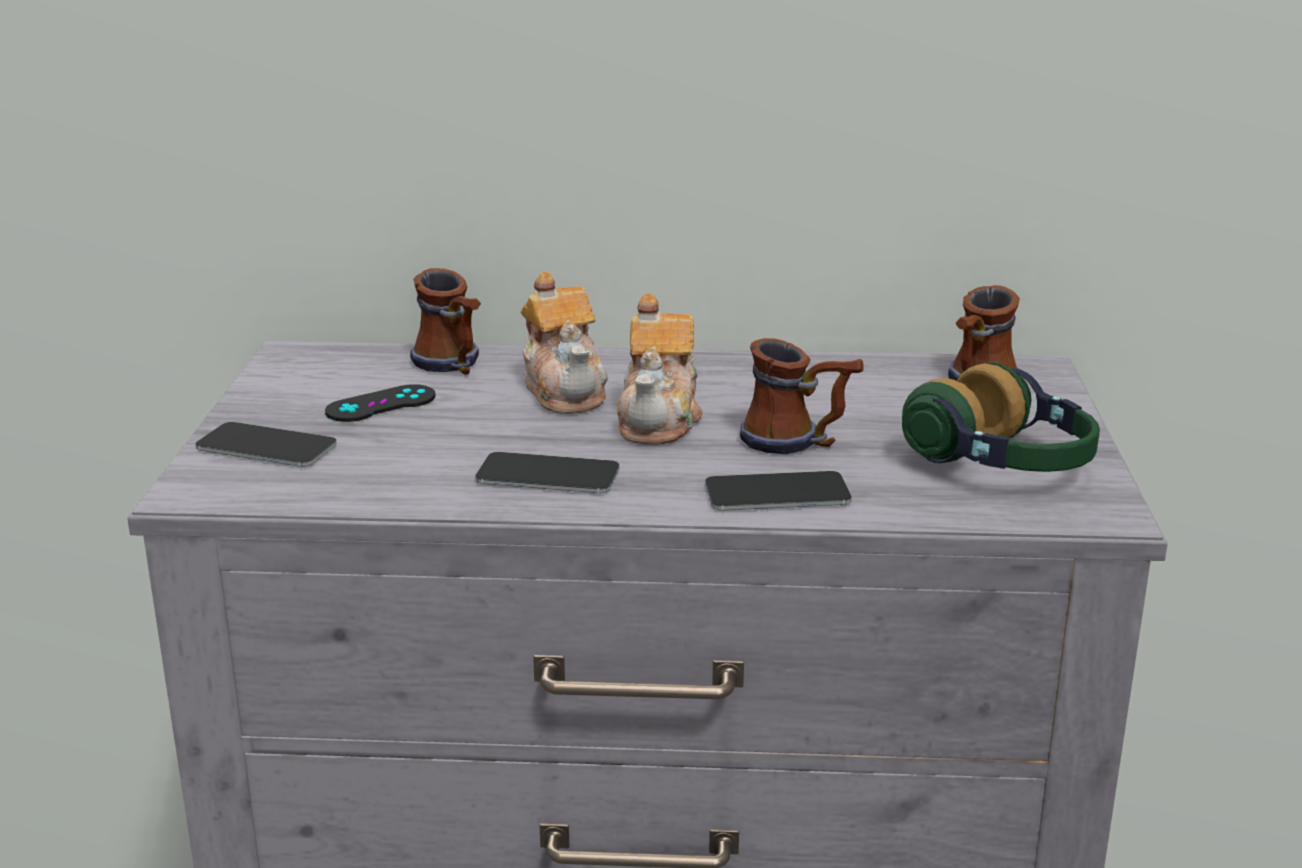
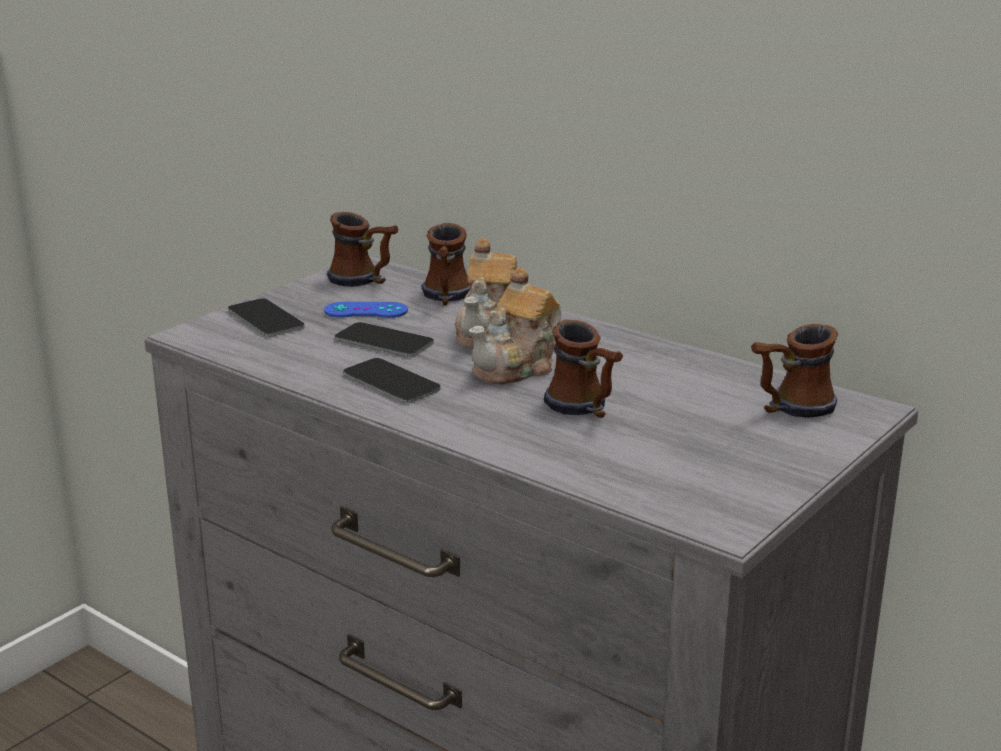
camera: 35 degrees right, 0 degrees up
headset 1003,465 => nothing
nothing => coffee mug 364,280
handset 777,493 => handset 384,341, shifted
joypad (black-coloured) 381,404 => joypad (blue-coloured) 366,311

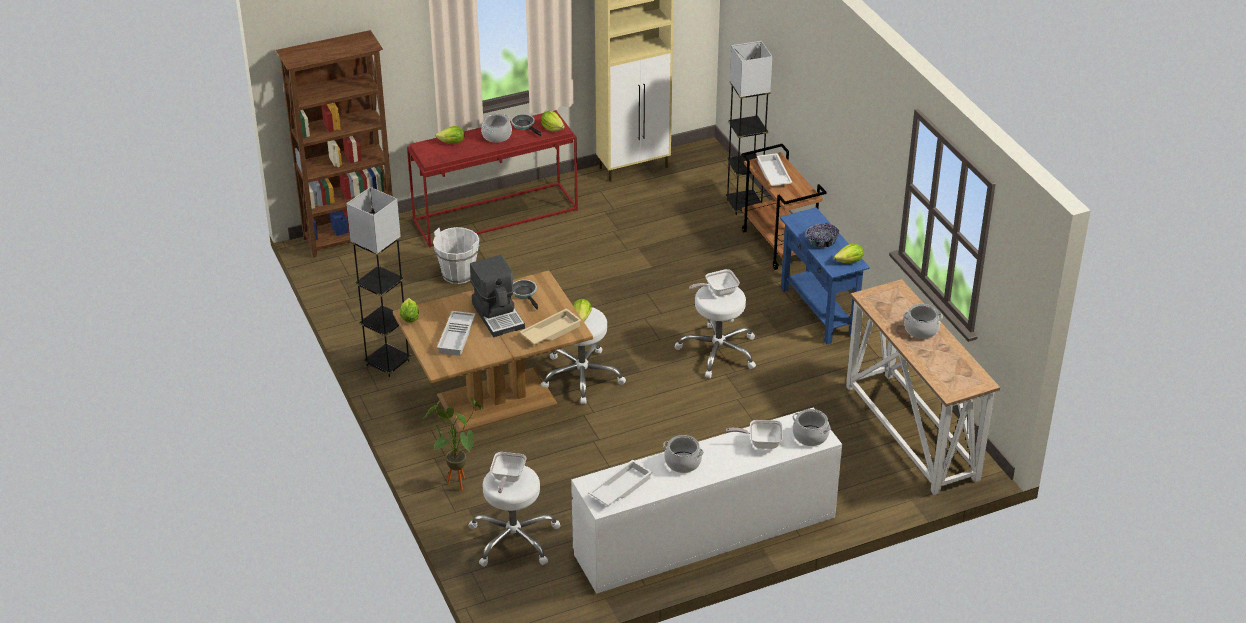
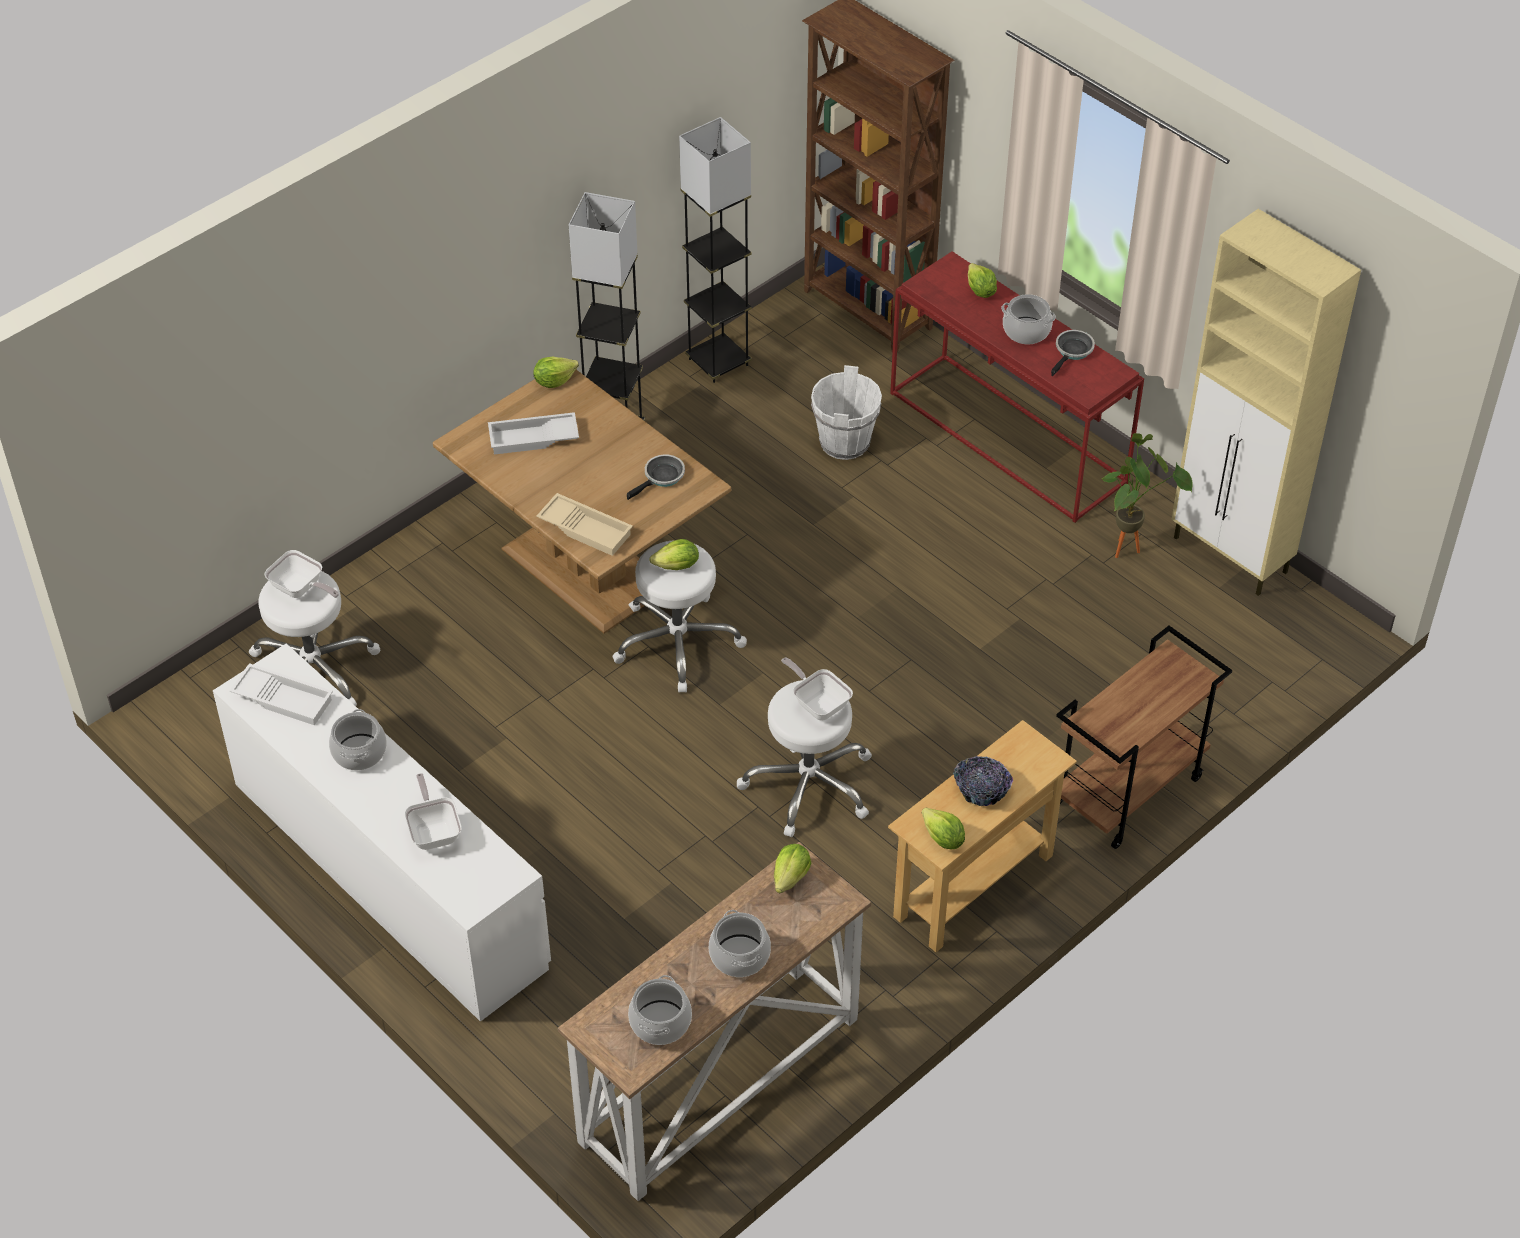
camera: 70 degrees right, 10 degrees up
coffee machine 498,315 => nothing
serving tray (white-coloured) 772,174 => nothing
houseplant 457,480 => houseplant 1130,547, shifted
head of lettuce 552,128 => head of lettuce 791,877, shifted
standard lamp (greyish) 744,205 => standard lamp (greyish) 718,362, shifted
saucepot 810,436 => saucepot 661,1022, shifted
hall table (blue-coloured) 818,312 => hall table (beige-coloured) 973,886
frying pan 507,479 => frying pan 301,589, 135 degrees counterclockwise

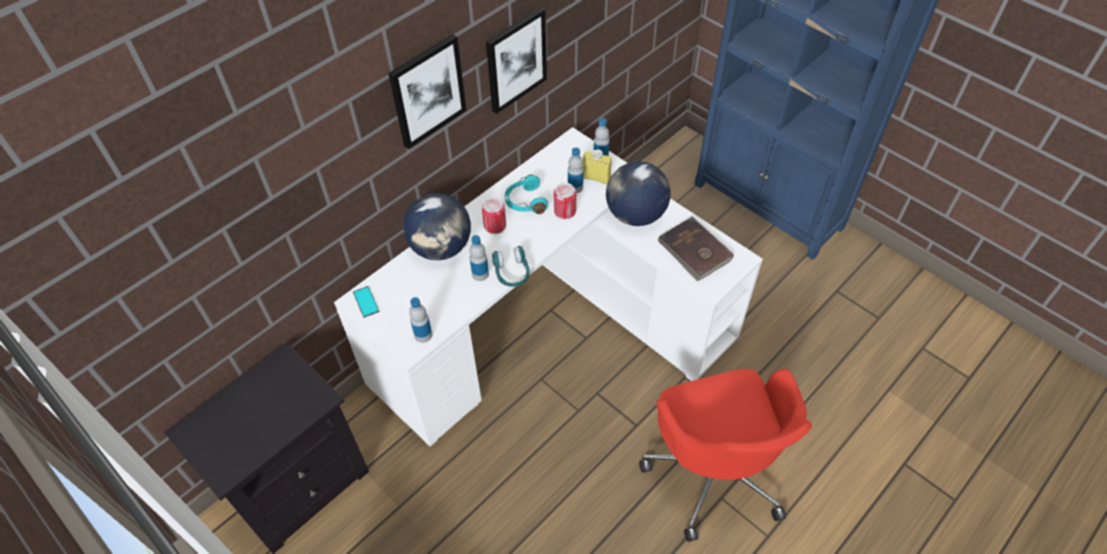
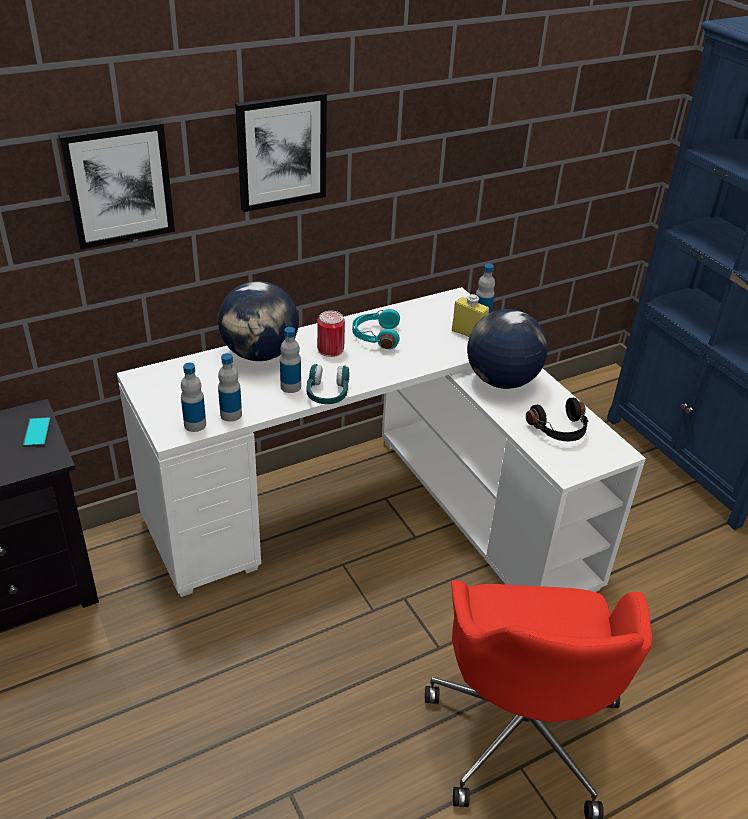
camera: 15 degrees right, 15 degrees down
sealed can 565,211 => nothing
handset 366,302 => handset 37,432, shifted
wall picture 515,60 => wall picture 118,184, shifted
drink bottle 575,187 => drink bottle 231,414, shifted
volume (brown-coloured) 694,251 => headset (black-coloured) 560,430

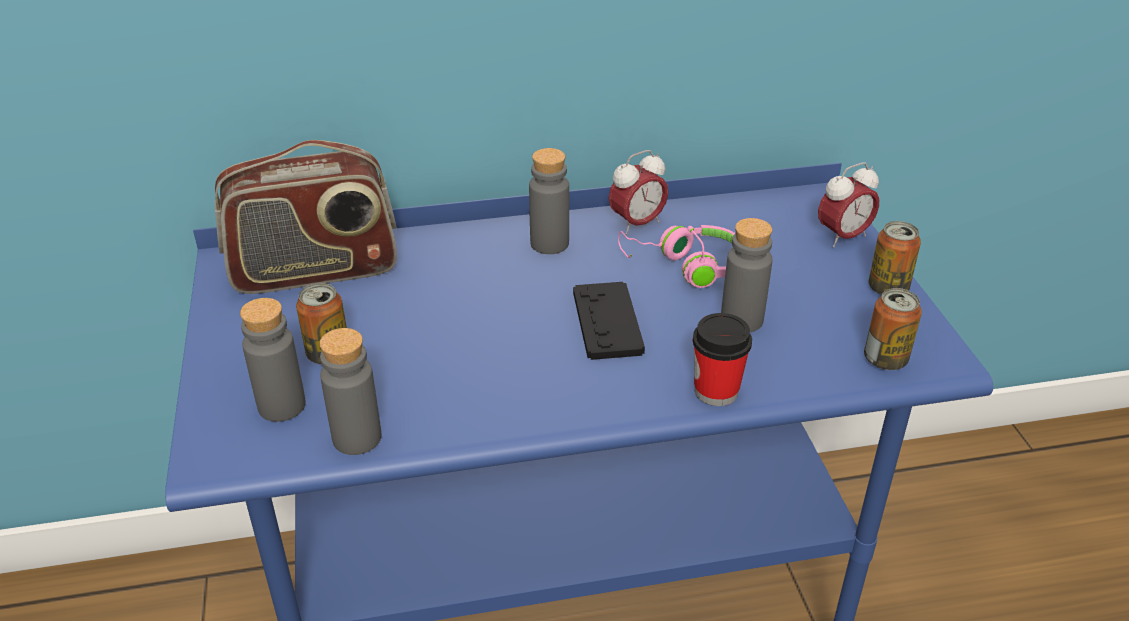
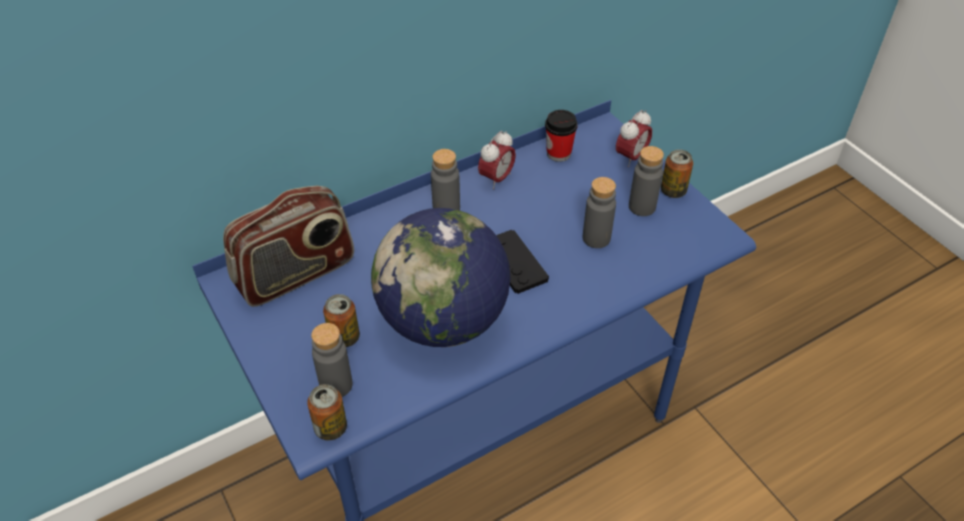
camera: 20 degrees left, 10 degrees up
headset (pinkish) 687,266 => nothing
nothing => desk globe 443,321
drink bottle (greyish) 357,438 => drink bottle (greyish) 642,207, shifted
small cup 716,391 => small cup 558,153, shifted
sealed can 885,359 => sealed can 331,428, shifted

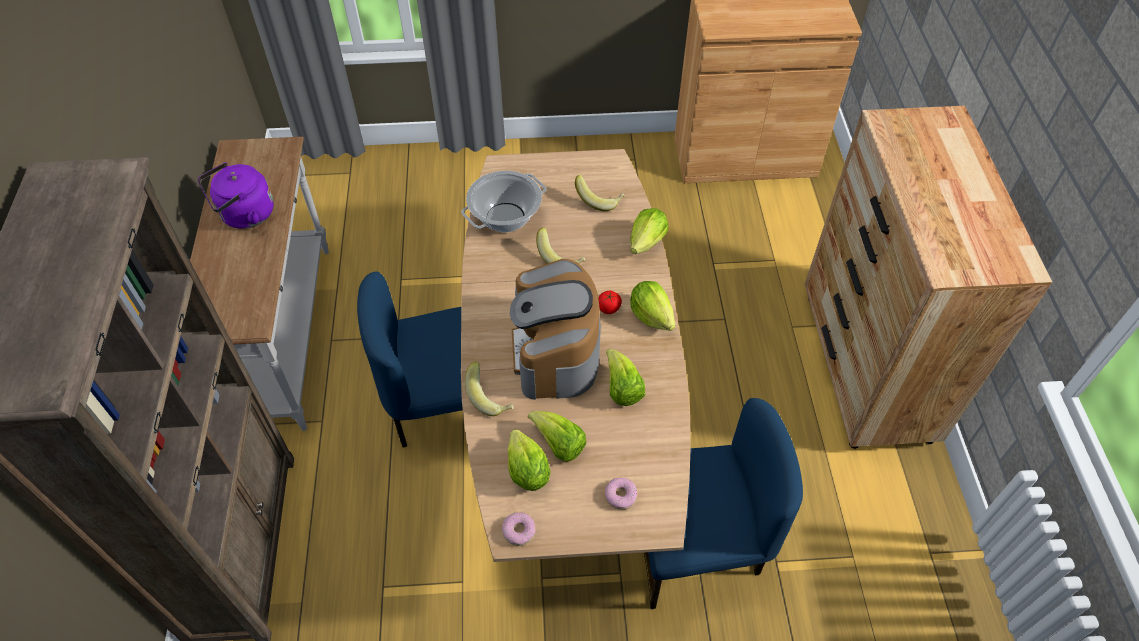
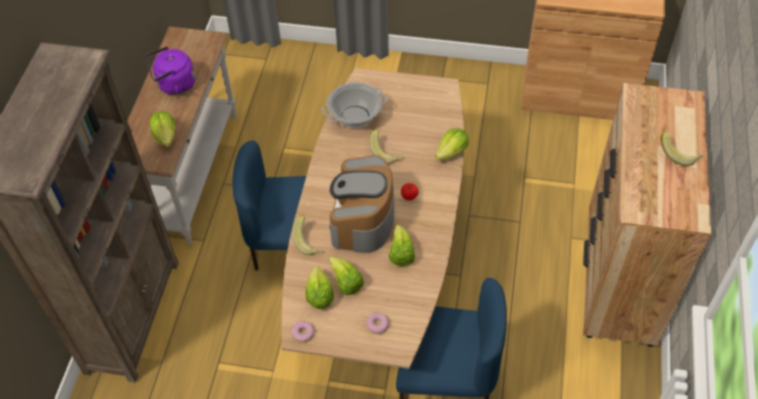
camera: 15 degrees right, 0 degrees up
banana fruit 599,200 => banana fruit 678,154, shifted
head of lettuce 651,315 => head of lettuce 165,136, shifted

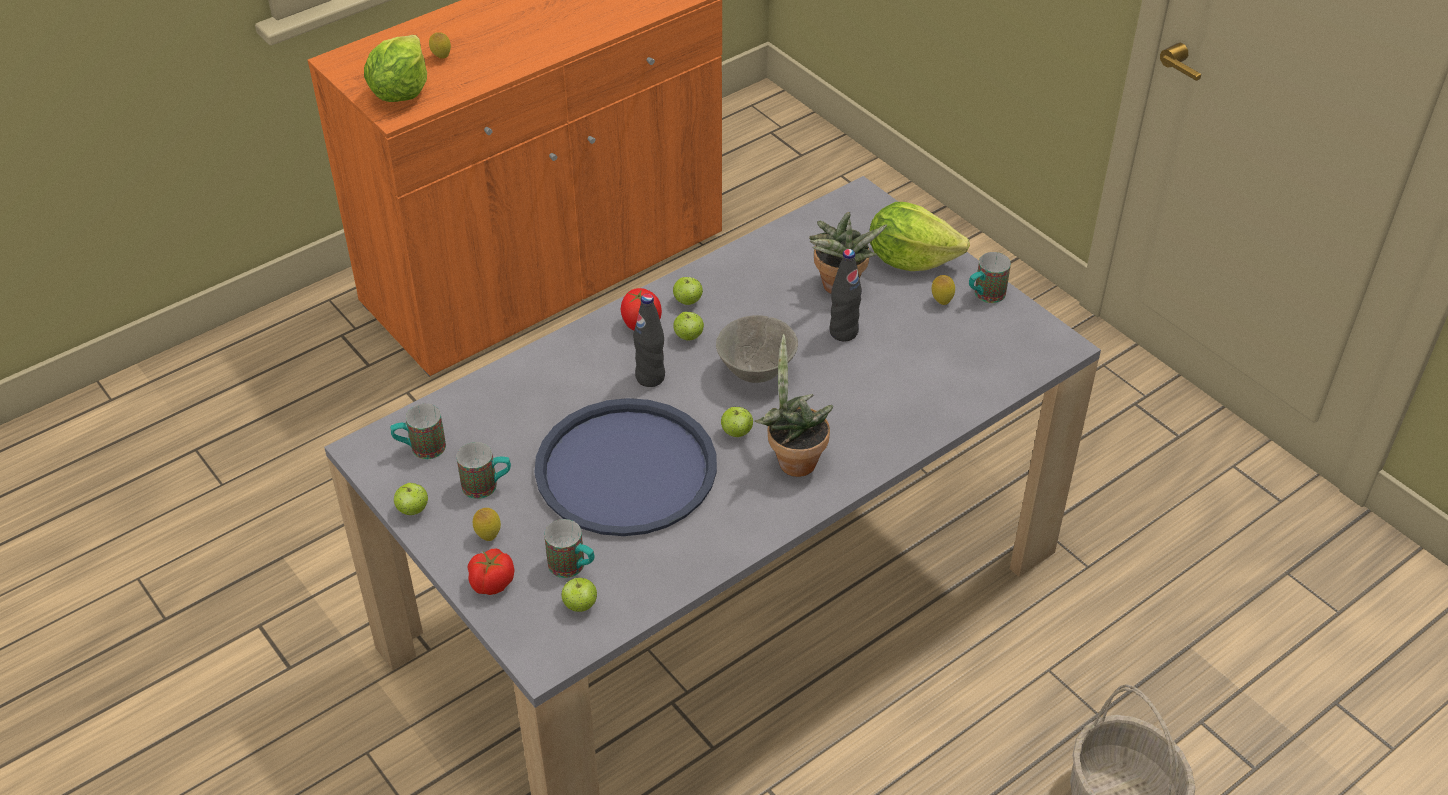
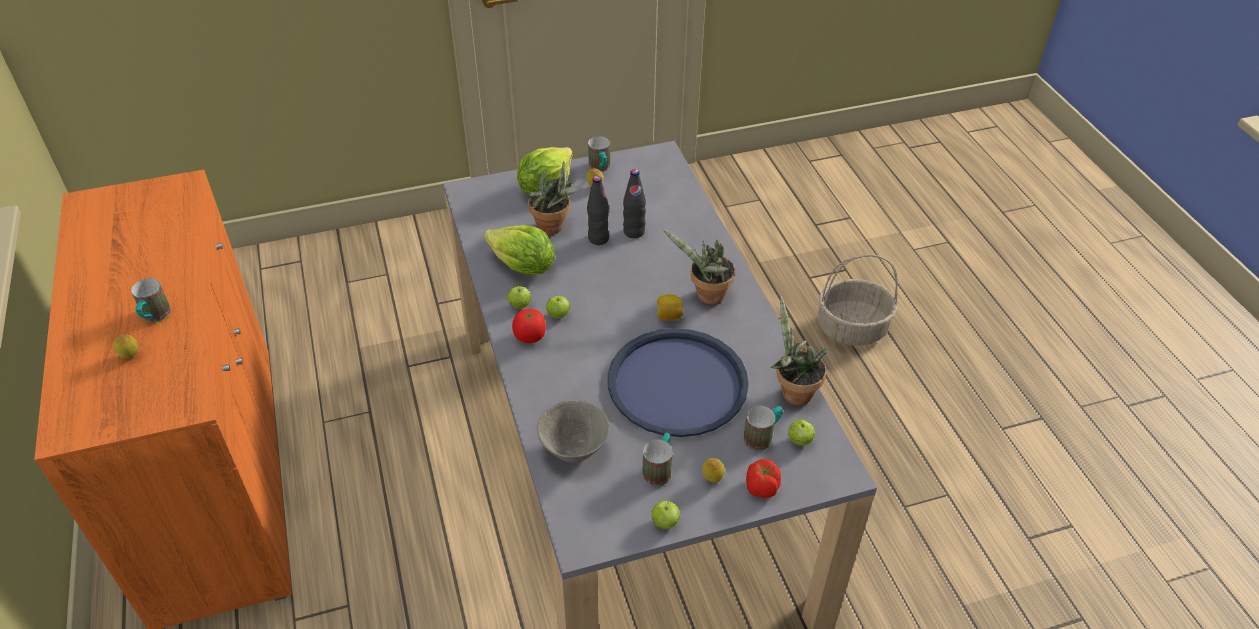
camera: 70 degrees left, 0 degrees up
nothing => houseplant 792,392
head of lettuce 400,91 => head of lettuce 523,267, shifted
coffee mug 420,449 => coffee mug 154,317, shifted
drink bottle (black-coloured) 650,377 => drink bottle (black-coloured) 634,232, shifted
bowl (greyish) 755,372 => bowl (greyish) 573,450, shifted
whole apple 737,433 => whole lemon 668,316

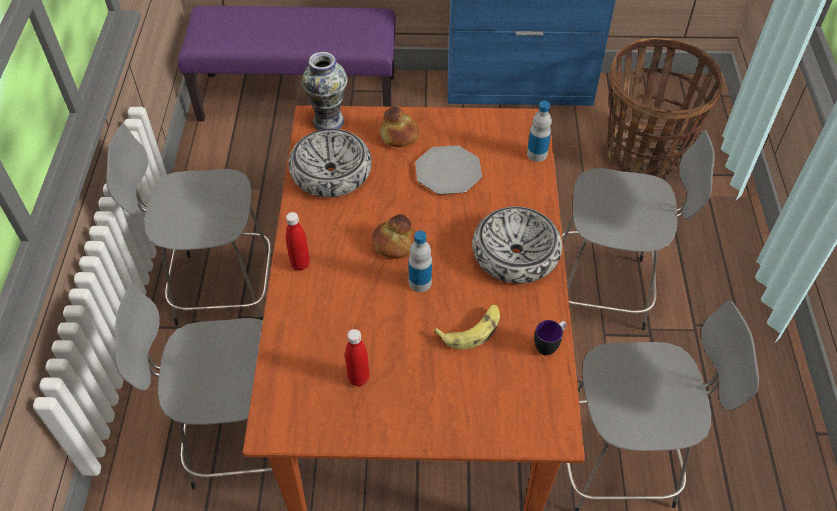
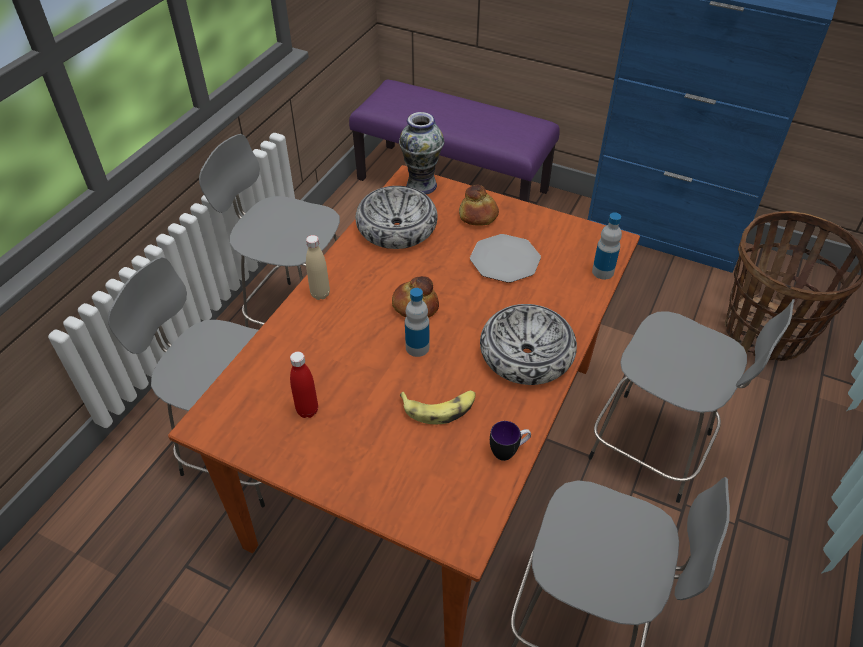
camera: 25 degrees right, 5 degrees down
drink bottle (red) 300,264 => drink bottle (beige-coloured) 320,294

